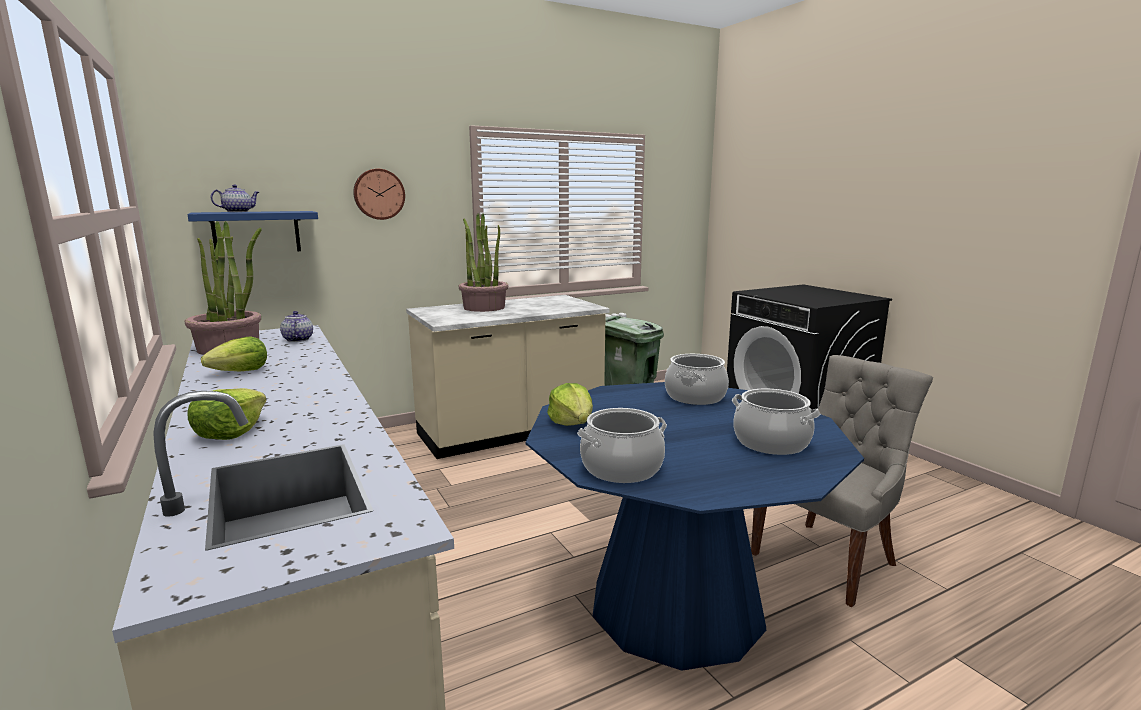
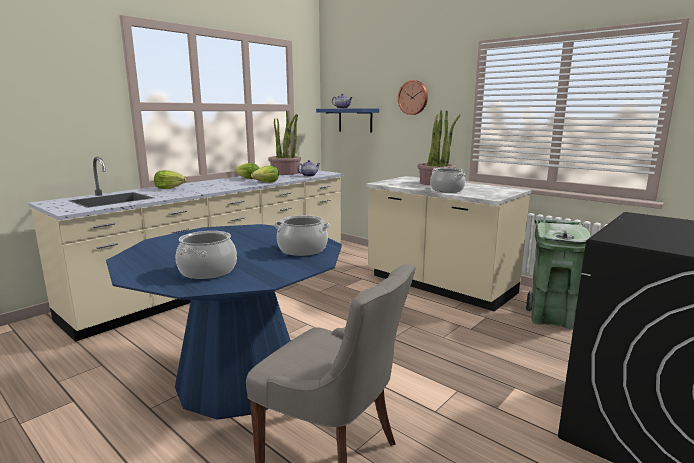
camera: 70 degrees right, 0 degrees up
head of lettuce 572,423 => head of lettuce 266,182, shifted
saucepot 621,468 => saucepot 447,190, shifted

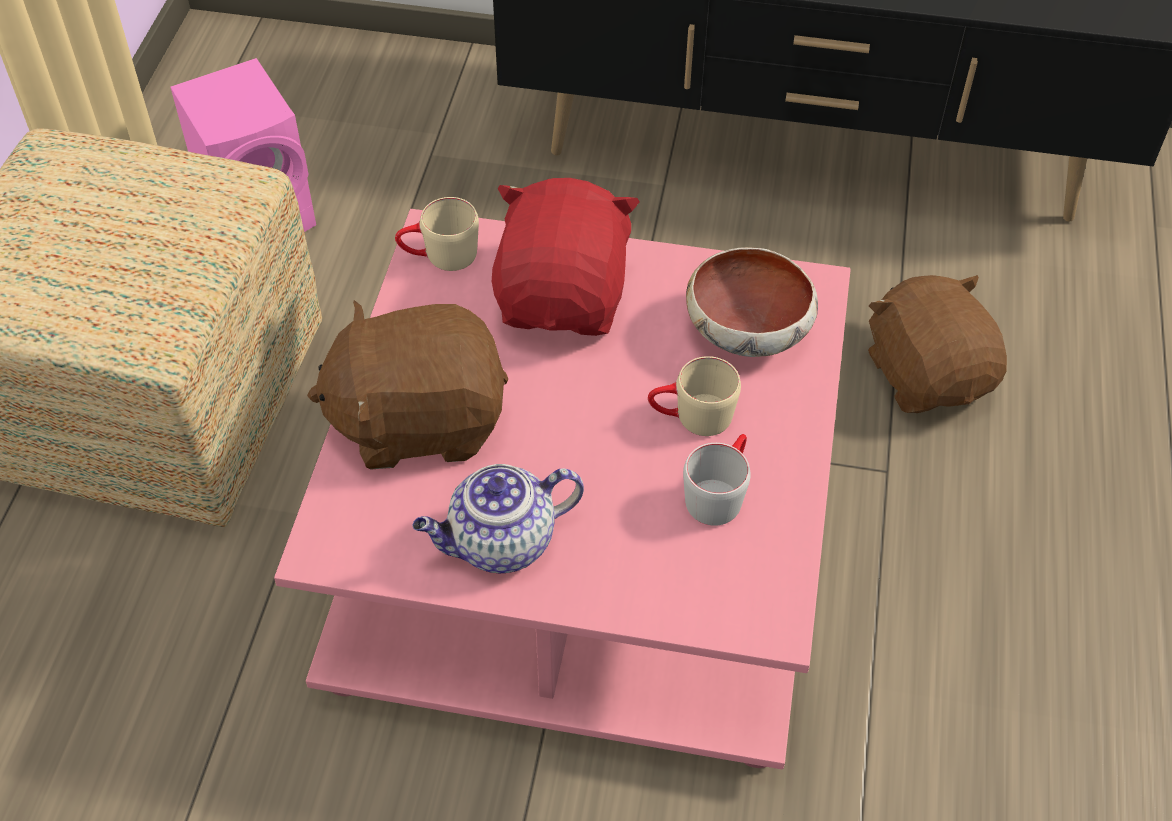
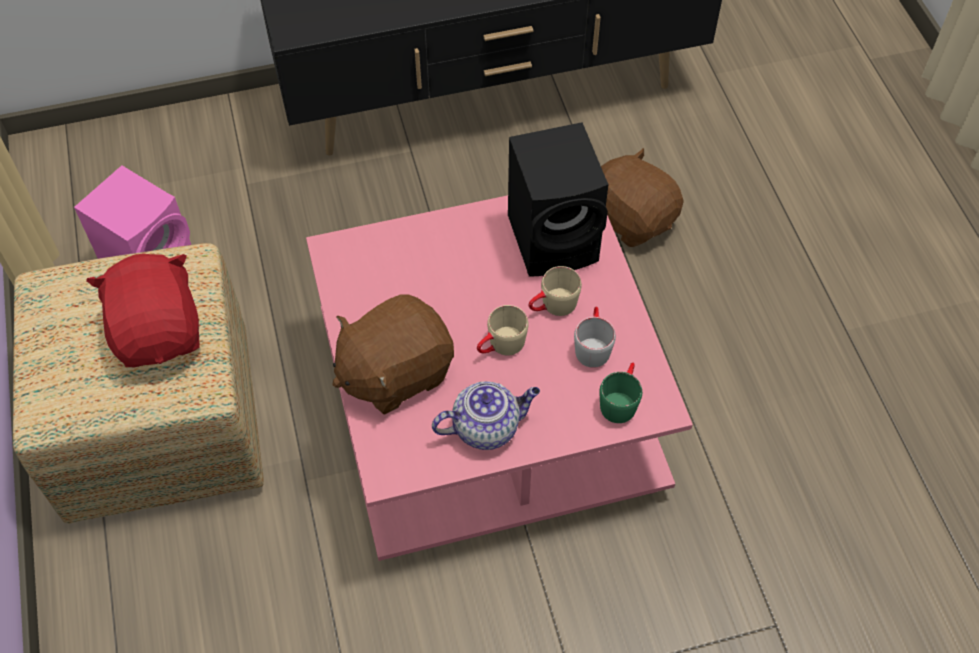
camera: 25 degrees left, 5 degrees up
nothing => coffee mug (greenish) 620,400
coffee mug (beige-coloured) 439,256 => coffee mug (beige-coloured) 500,346, shifted
plush toy (red) 564,297 => plush toy (red) 159,332, shifted
bowl 750,330 => audio speaker (black-coloured) 556,239
tea pot 500,543 => tea pot 487,427, 150 degrees counterclockwise

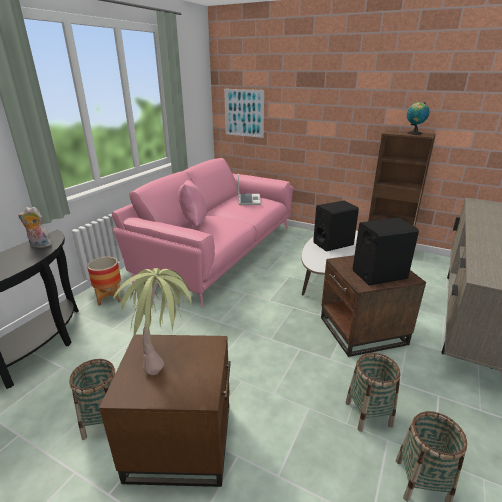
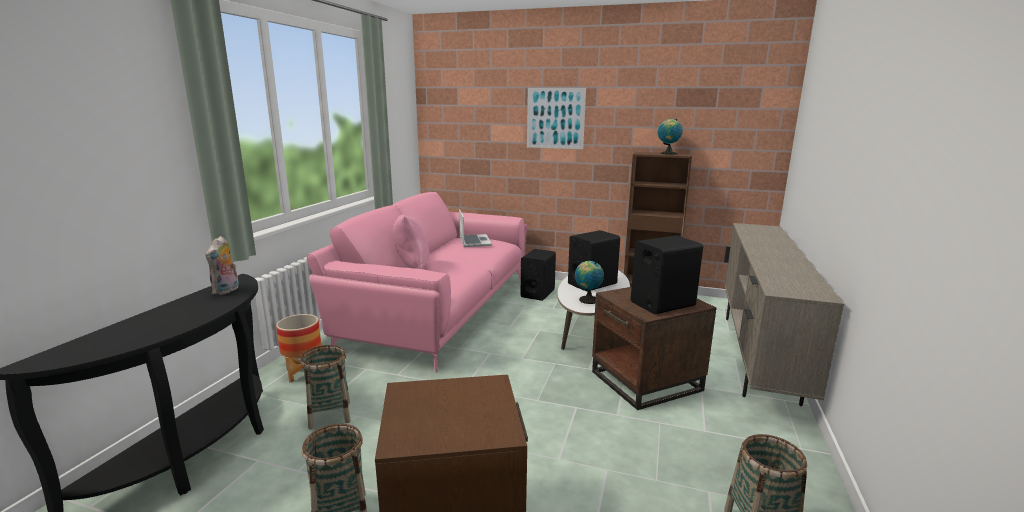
camera: 10 degrees left, 10 degrees down
houseplant 163,354 => nothing
nothing => audio speaker (black-coloured) 537,293
nothing => desk globe 587,300
wall picture 244,113 => wall picture 555,118, shifted
basket 368,414 => basket 330,415, shifted
plush toy 39,245 => plush toy 227,291, 75 degrees counterclockwise

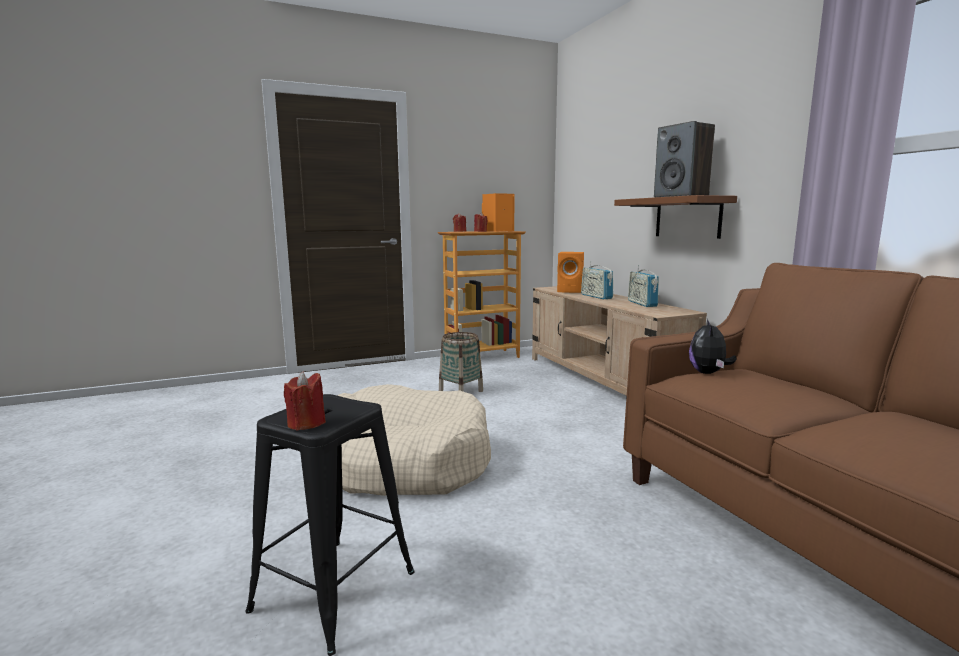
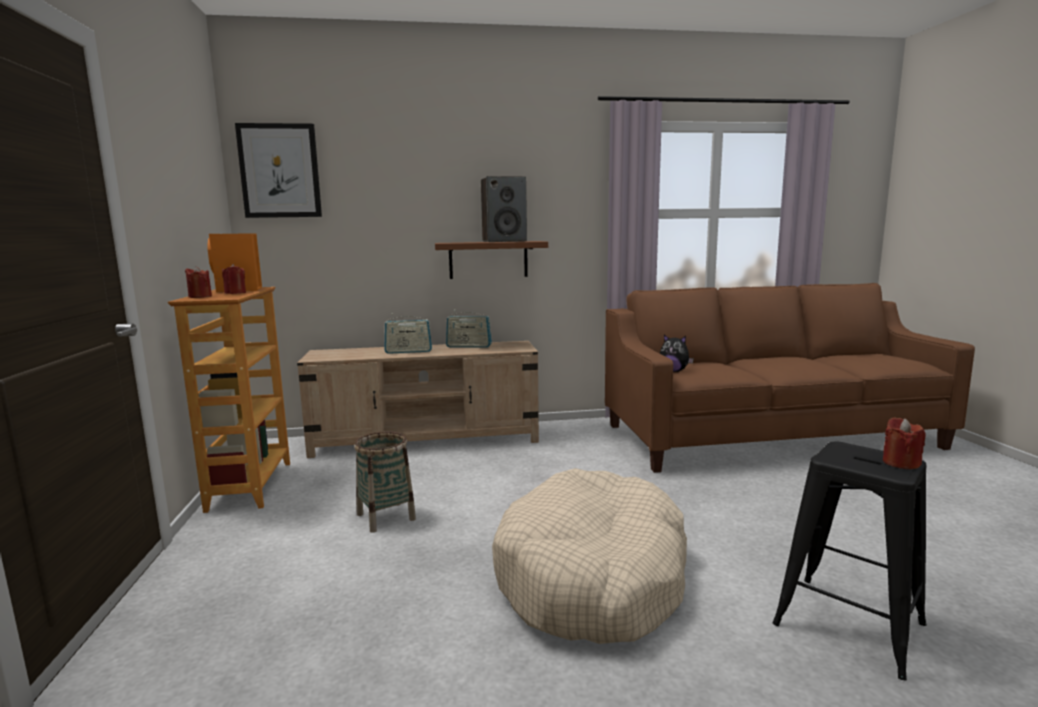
camera: 75 degrees left, 0 degrees up
audio speaker (orange) 571,291 => nothing
nothing => wall picture 280,171

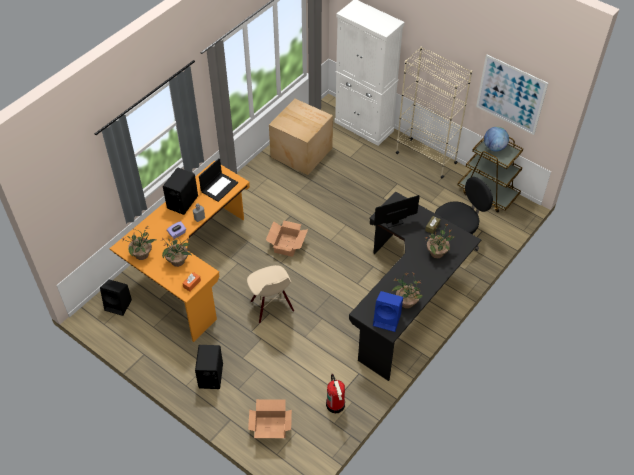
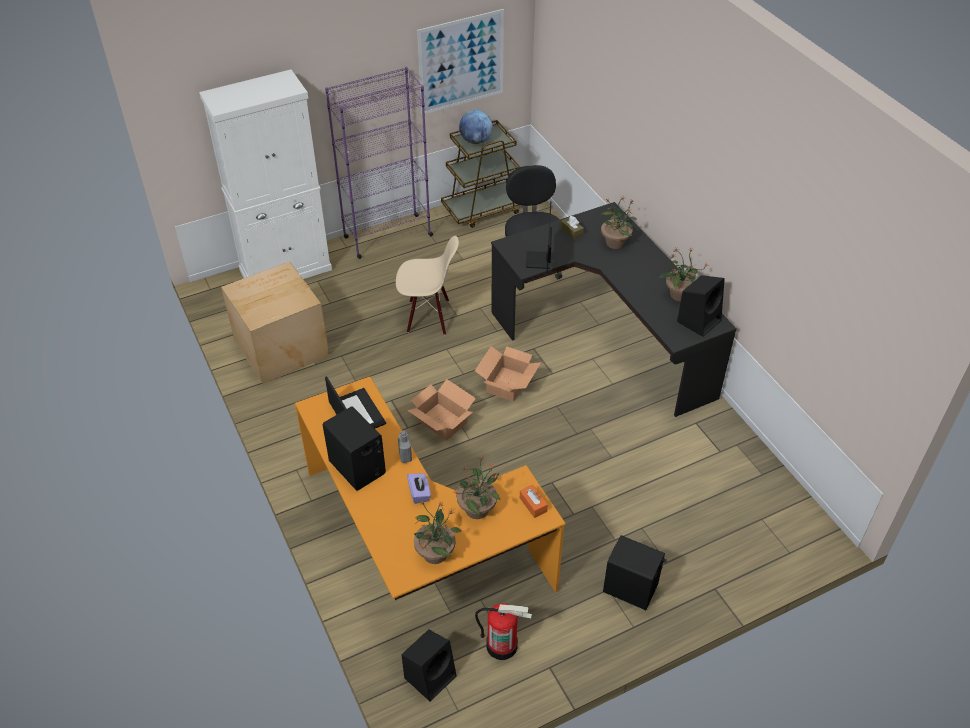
camera: 65 degrees left, 5 degrees down
plain chair (beige-coloured) 271,306 => plain chair (beige-coloured) 428,317, shifted
cardboard box 271,428 => cardboard box 508,384, shifted
fire extinguisher 335,404 => fire extinguisher 502,645, shifted
audio speaker (blue-coloured) 387,320 => audio speaker (black-coloured) 699,320
bookshelf (beige-coloured) 425,158 => bookshelf (purple-coloured) 387,236

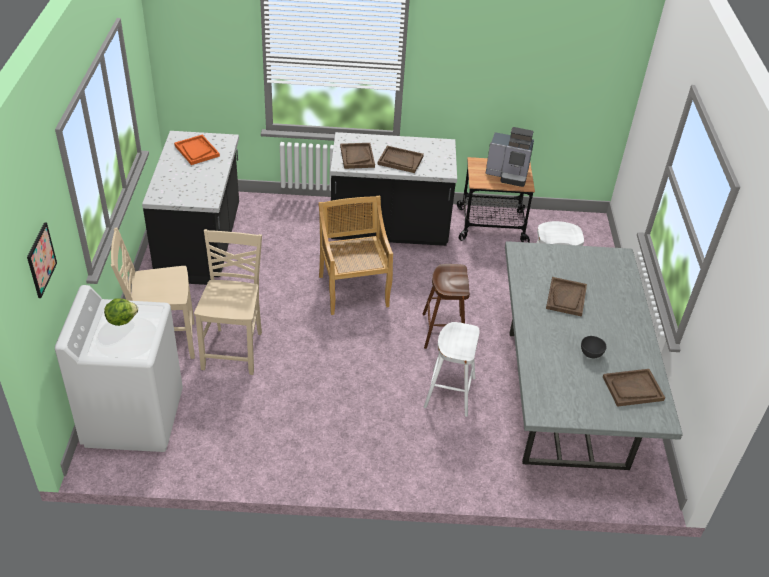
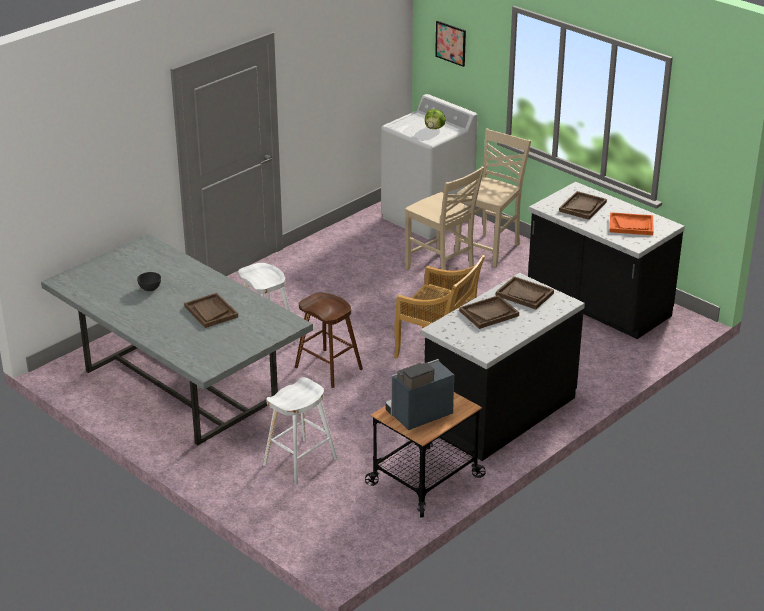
camera: 135 degrees right, 10 degrees down
serving tray (brown-coloured) 632,389 => serving tray (brown-coloured) 582,206, shifted

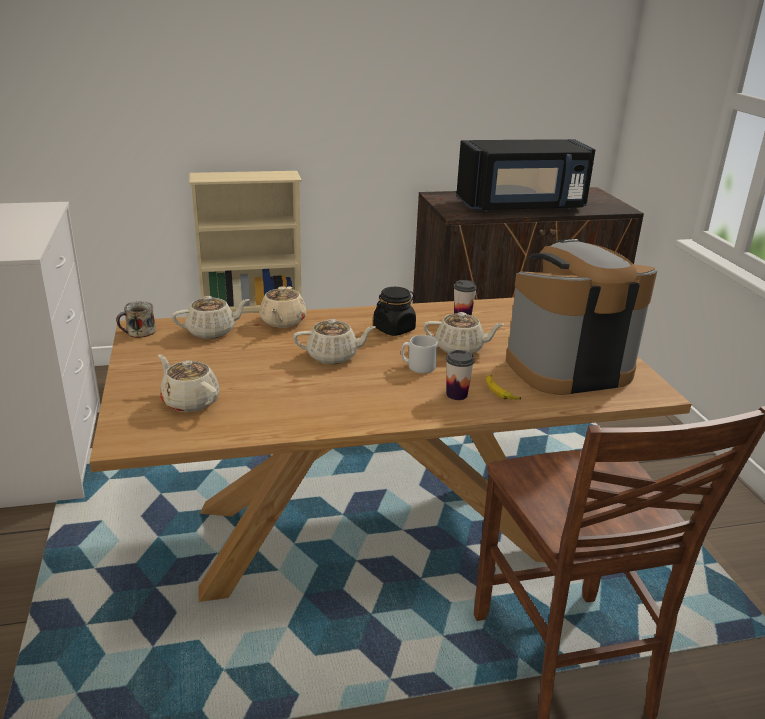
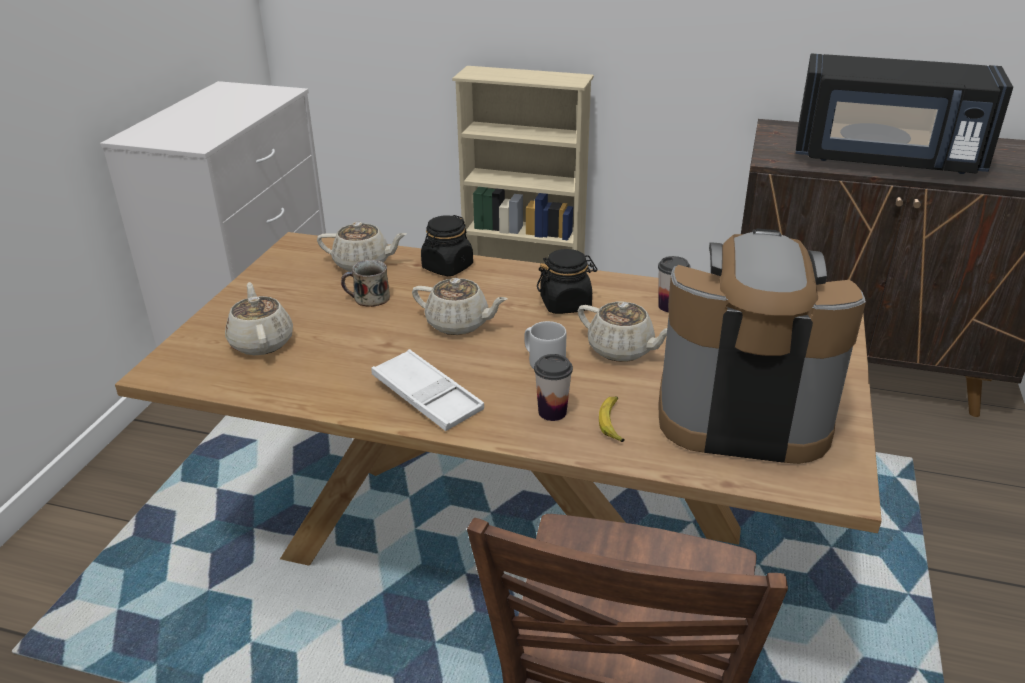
camera: 30 degrees right, 5 degrees up
nothing => serving tray (white-coloured) 427,397
coffee mug 139,332 => coffee mug 369,298, shifted
tea pot (beige-coloured) 282,322 => storage jar (black-coloured) 447,267

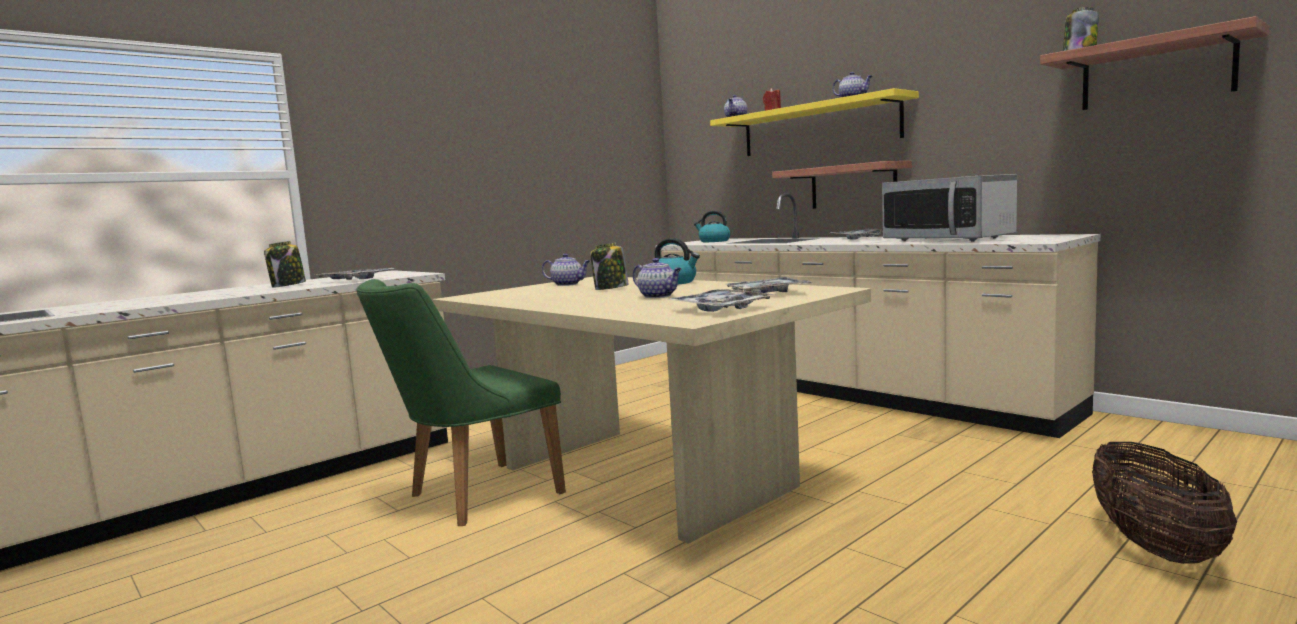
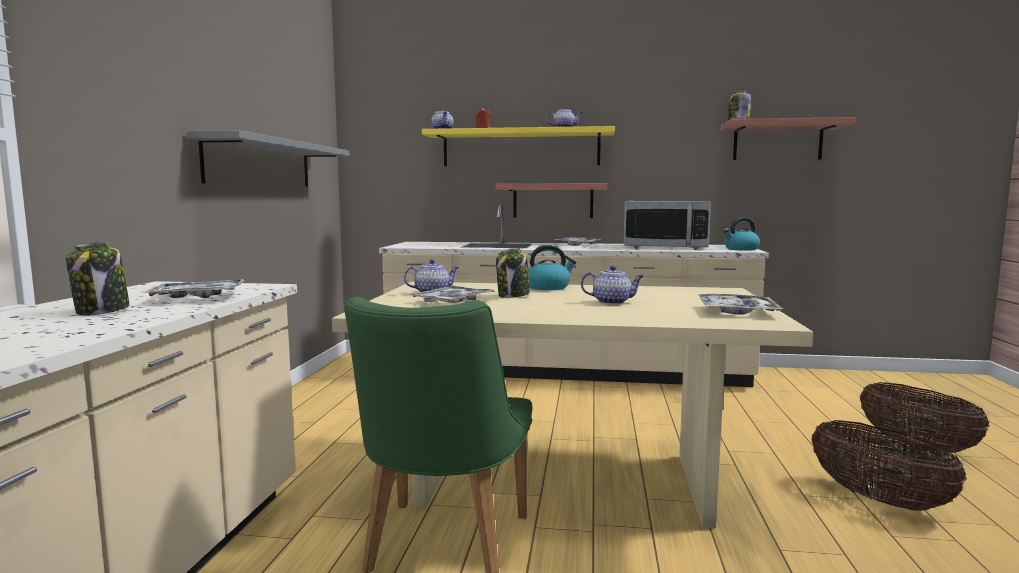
camera: 40 degrees left, 0 degrees up
nothing => shelf (greyish) 261,164
nothing => basket 879,499
water kettle 713,241 => water kettle 741,249, shifted
serving tray 767,293 => serving tray 452,302, shifted

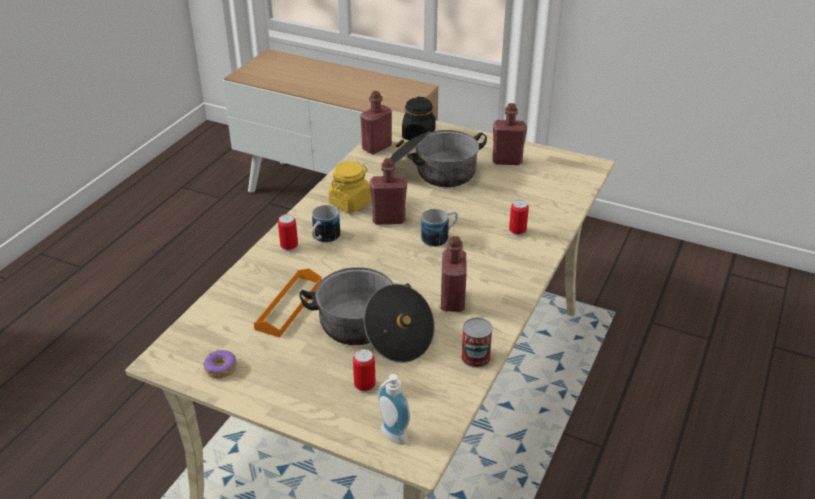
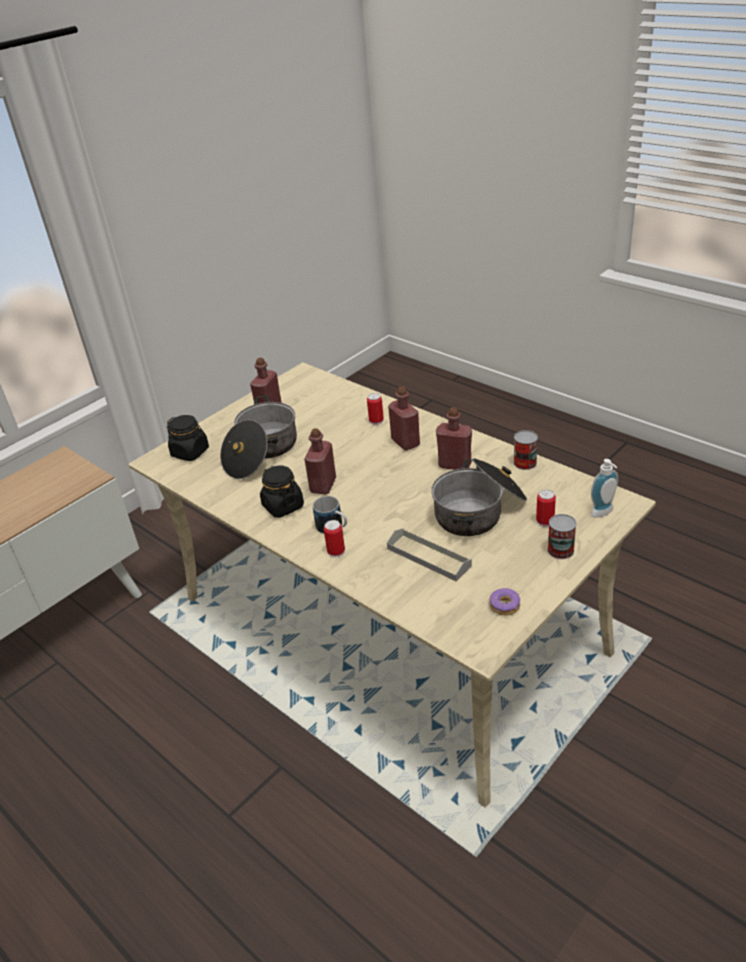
camera: 70 degrees left, 0 degrees up
coffee mug 440,237 => nothing
nothing => sealed can 560,550
drink bottle (red) 376,147 => drink bottle (red) 405,442, shifted
serving tray (orange) 289,306 => serving tray (greyish) 428,557
storage jar (yellowish) 350,203 => storage jar (black-coloured) 283,506

